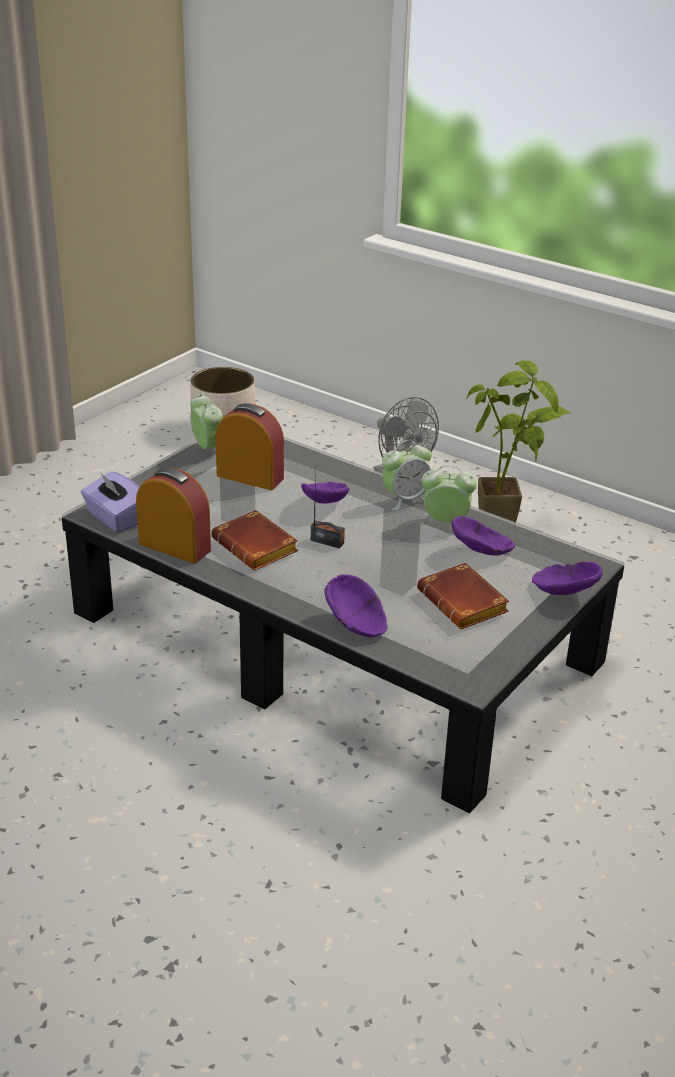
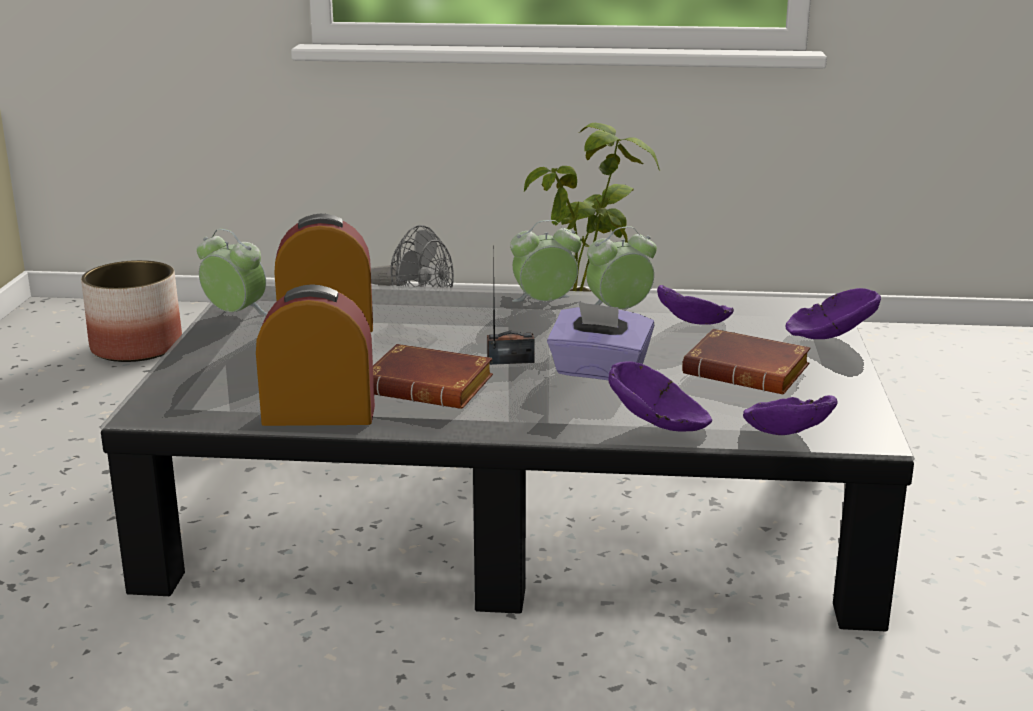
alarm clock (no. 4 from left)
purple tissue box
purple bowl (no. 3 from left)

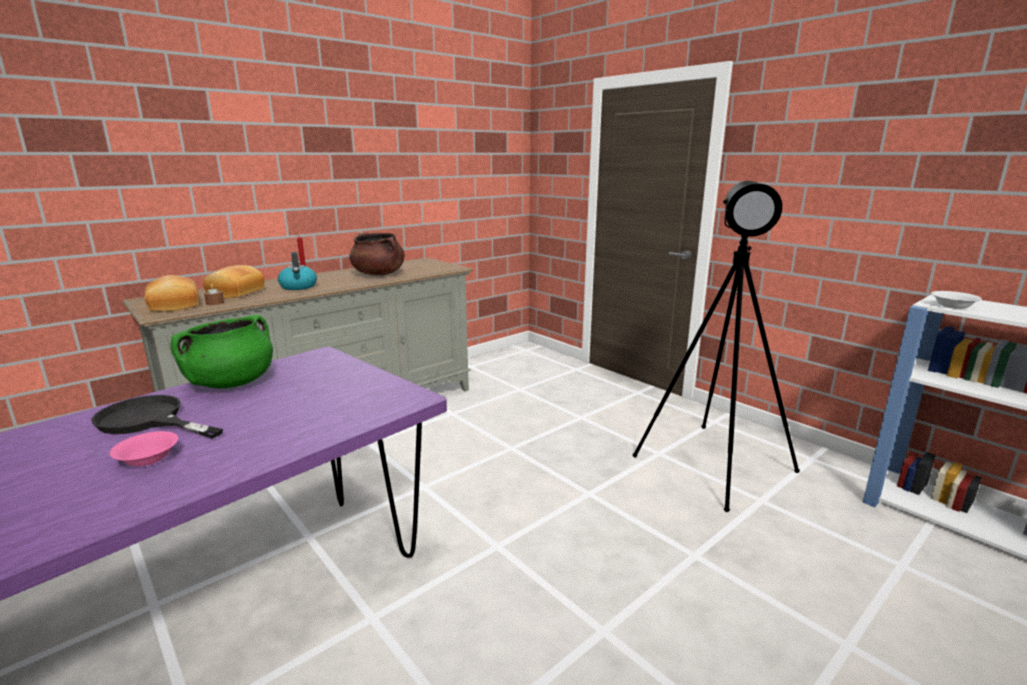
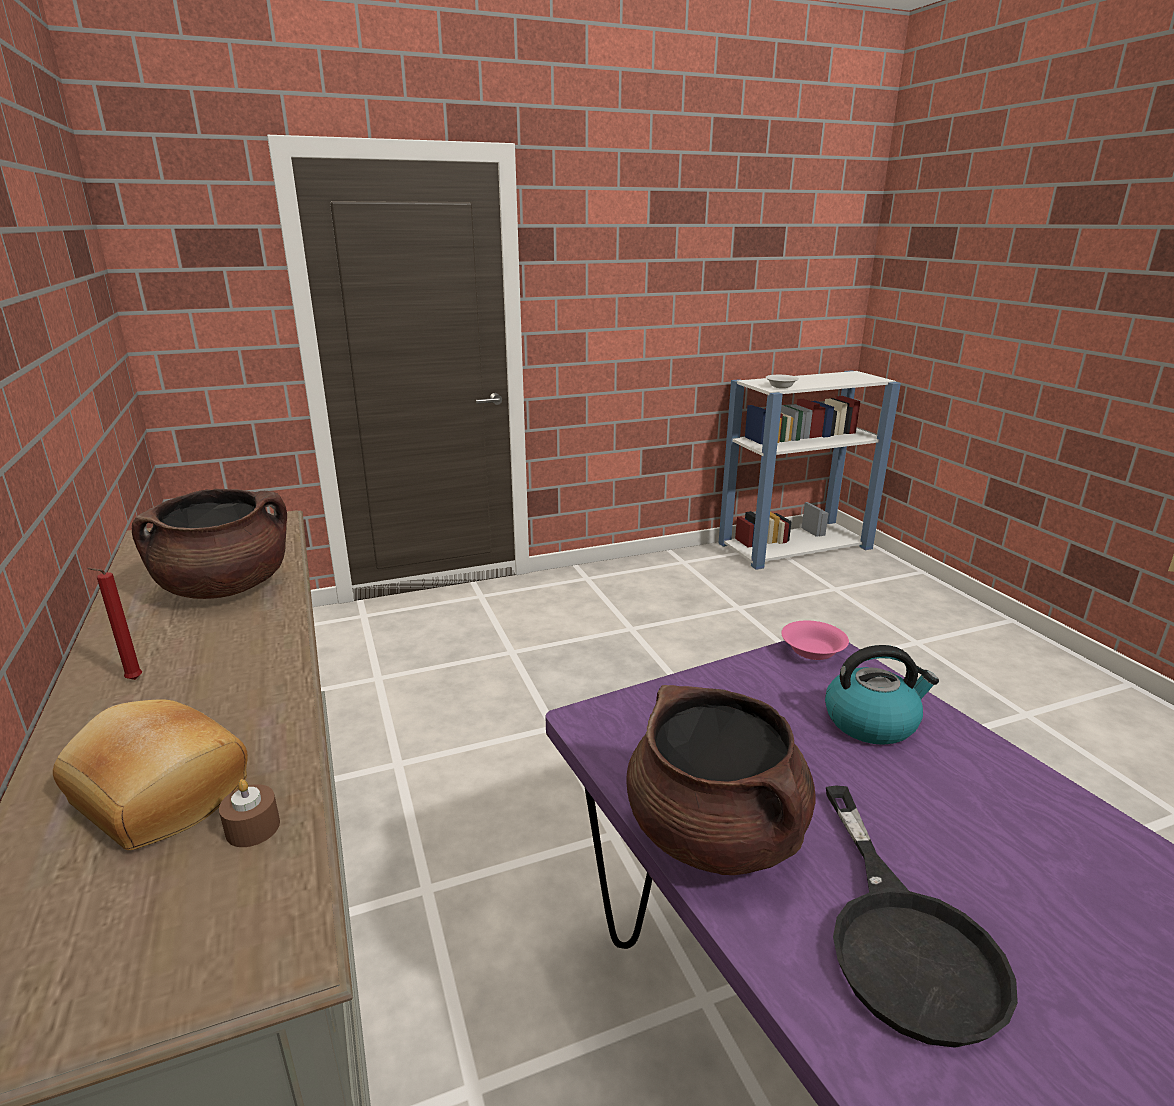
black floor lamp
kettle
bread (no. 1 from left in the first image)
brown cooking pot (no. 2 from left)
black frying pan
pink bowl

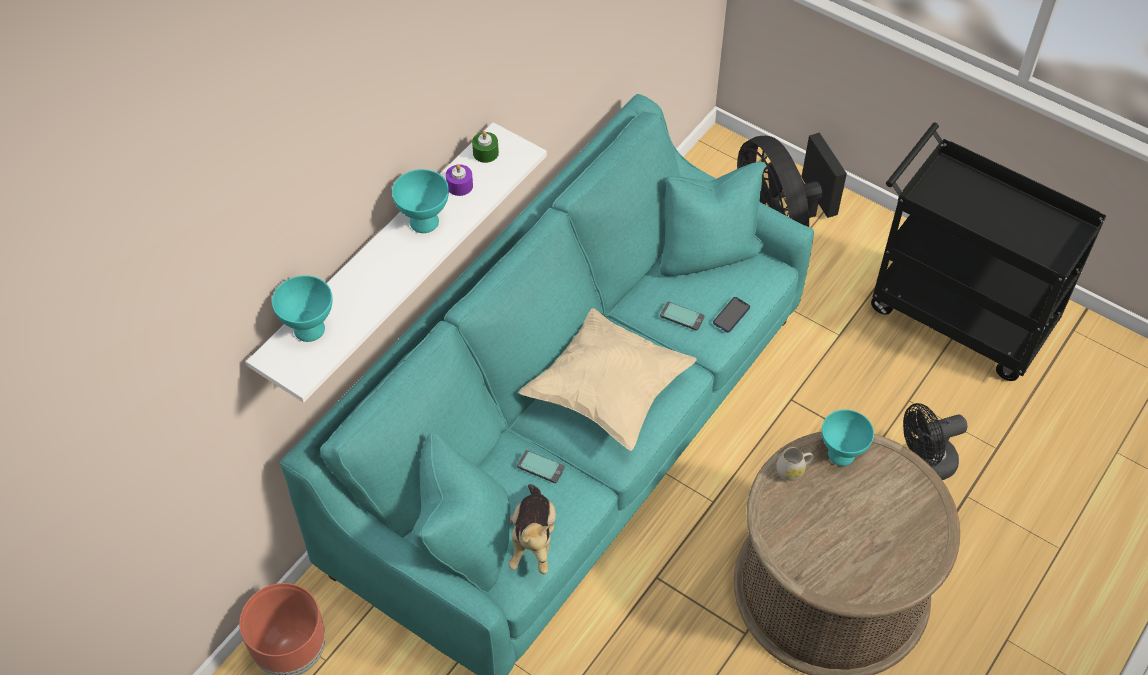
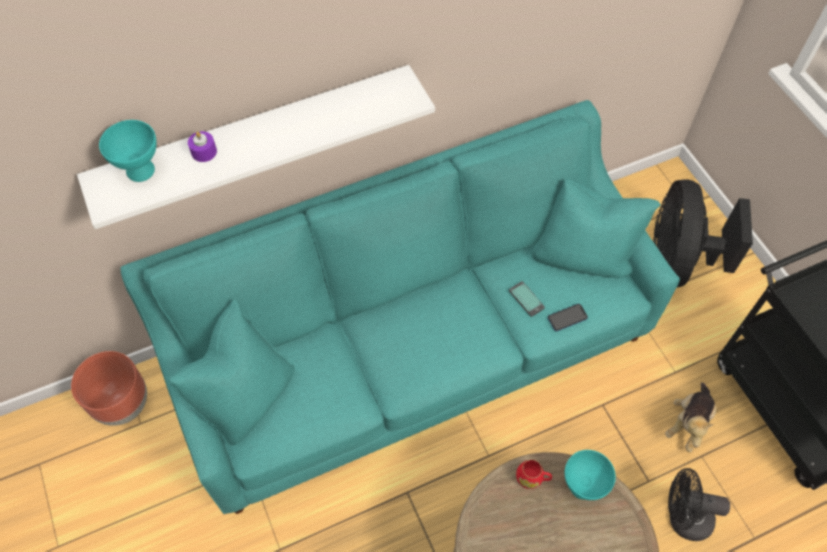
green candle
purple candle
turquoise bowl (no. 2 from left in the first image)
beige pillow
red mug
phone (no. 1 from left in the first image)
plush toy

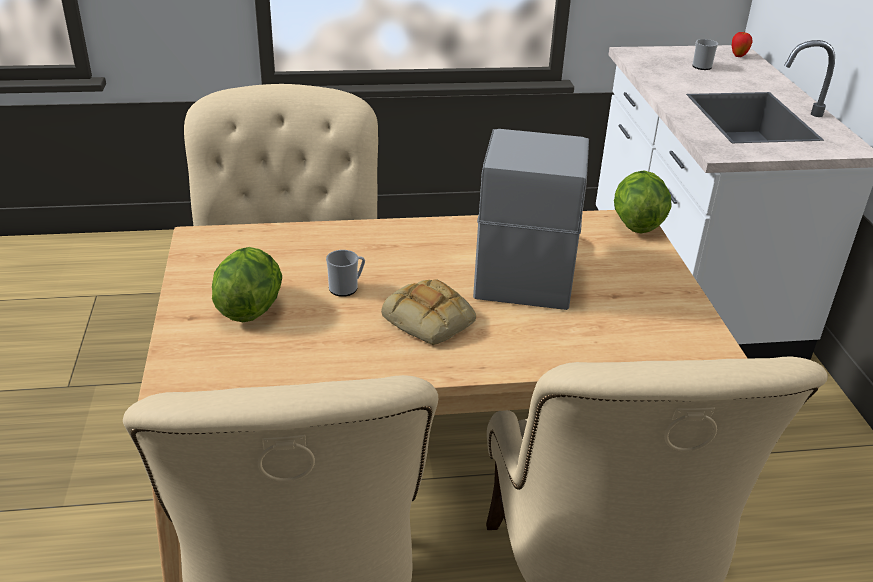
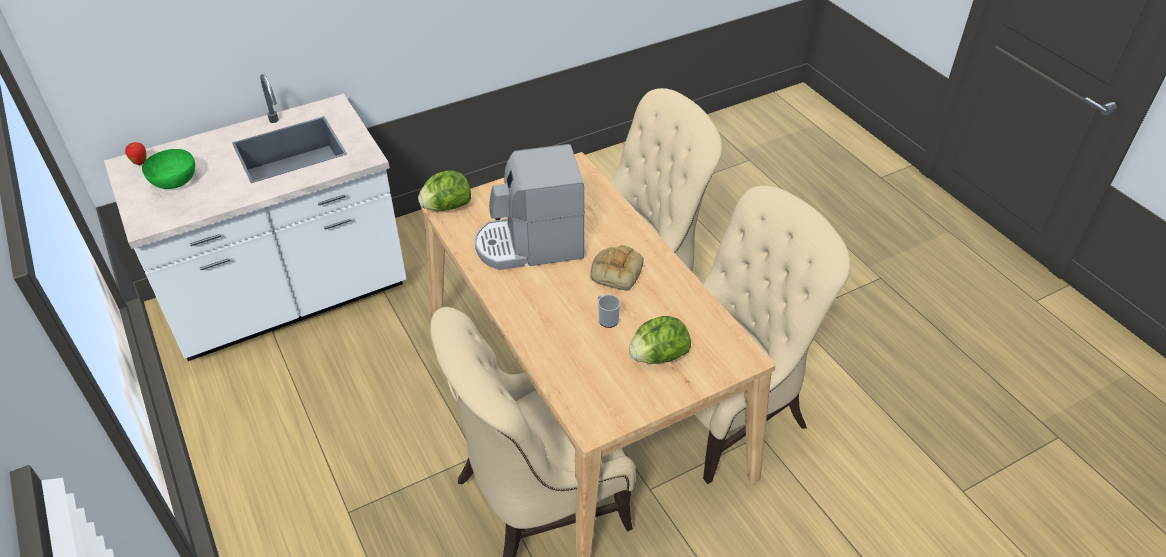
green bowl

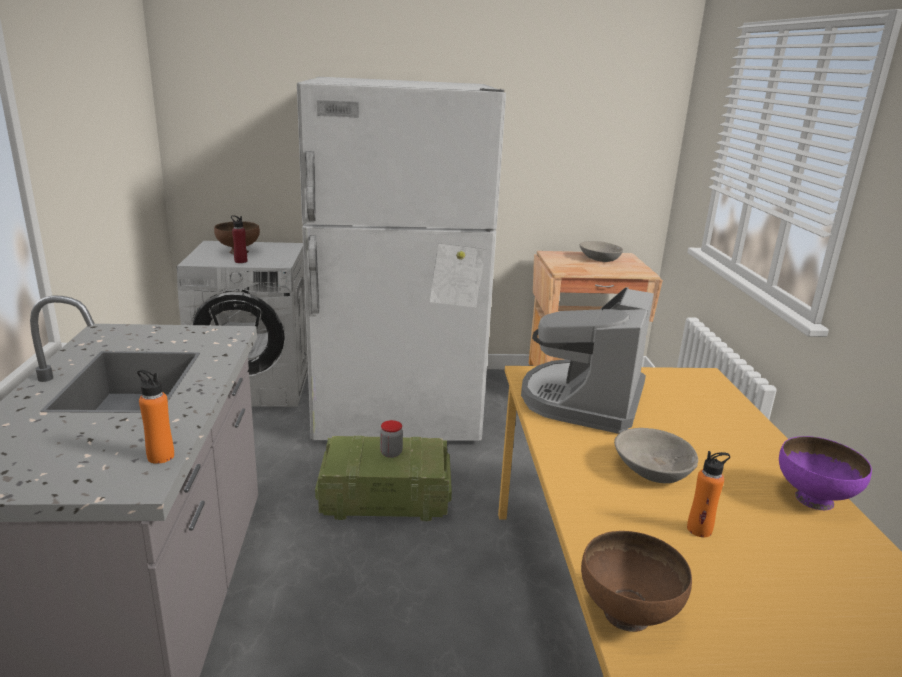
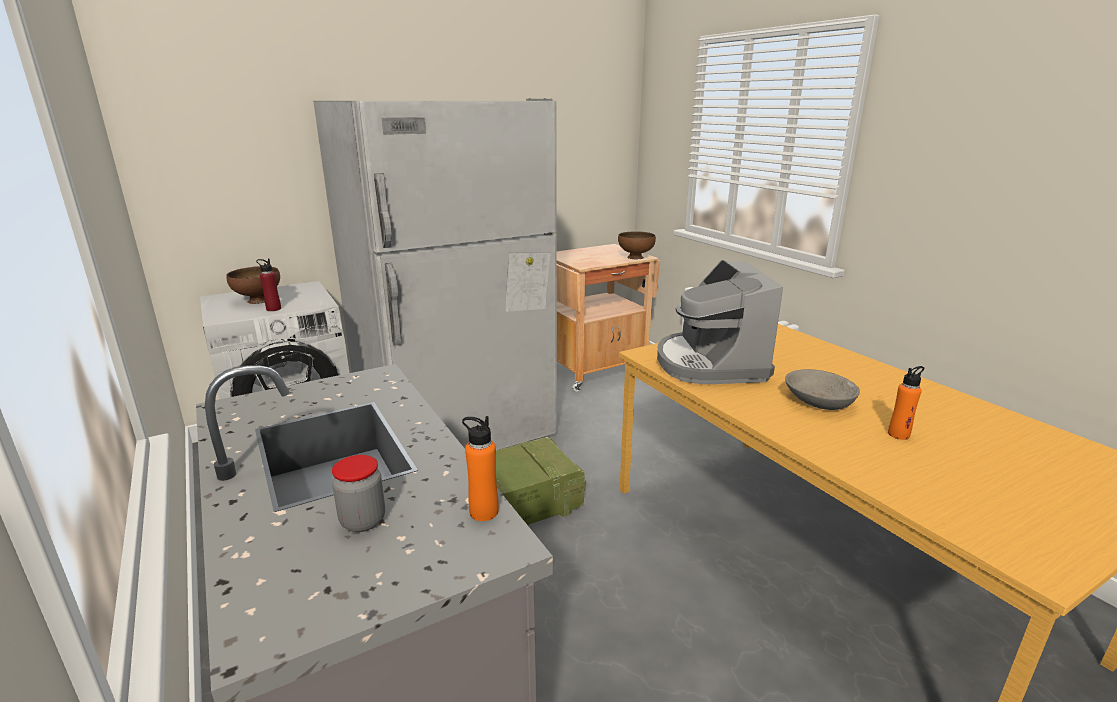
grey bowl (no. 1 from left in the first image)
jar
purple bowl
brown bowl (no. 2 from left)

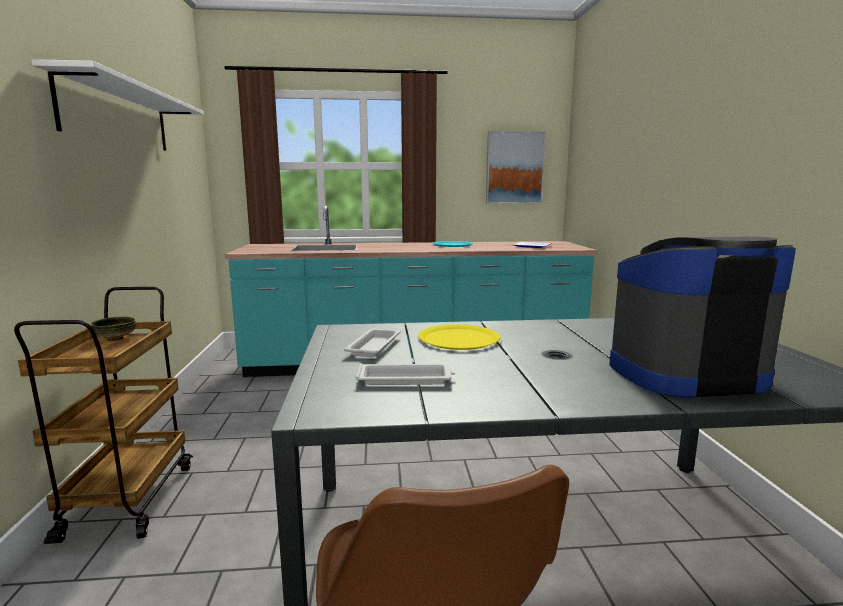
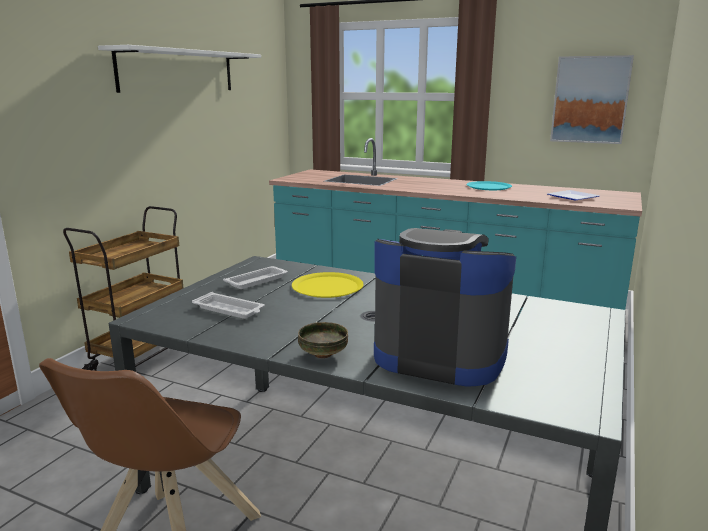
bowl

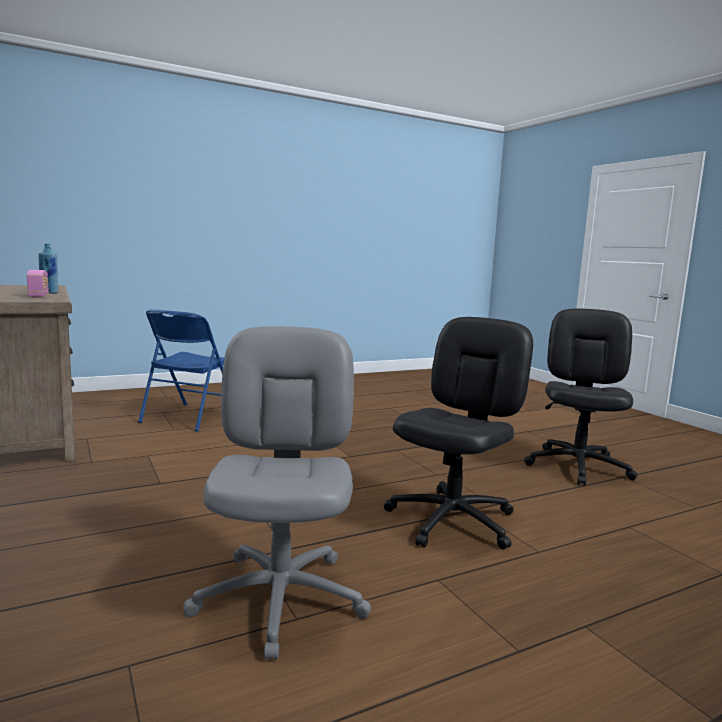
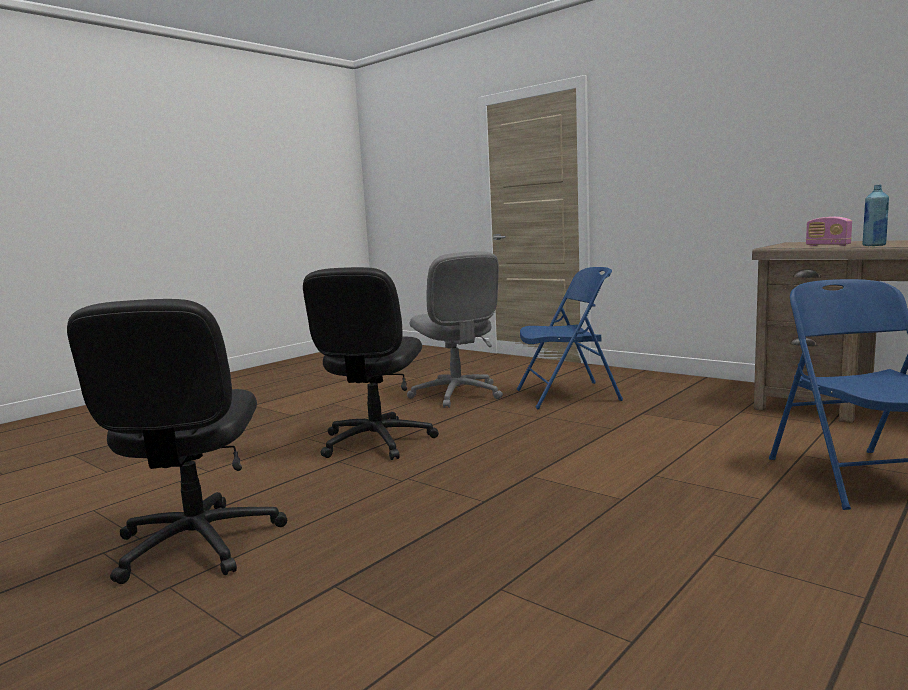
blue chair (no. 1 from left)

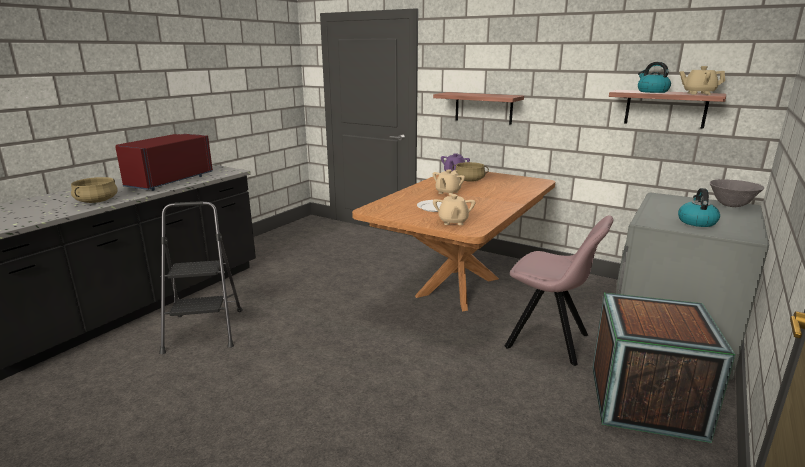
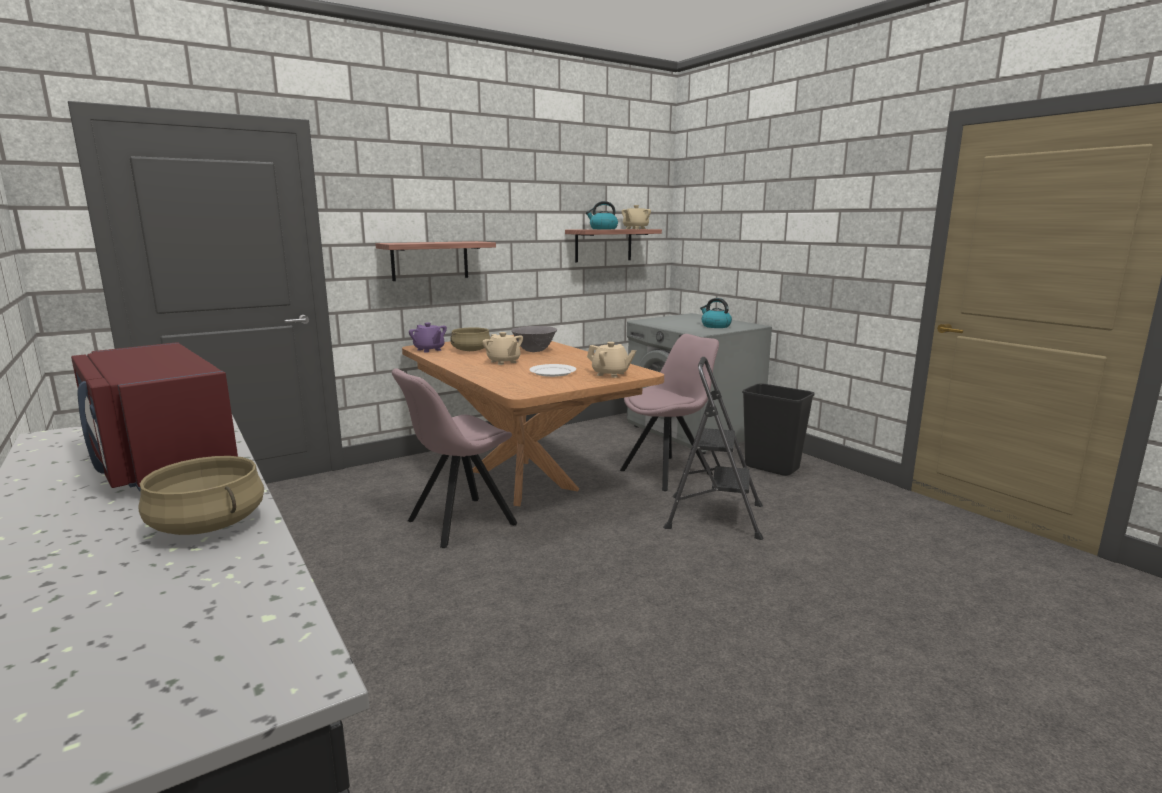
grey bowl
black step ladder
black trash can
pink chair (no. 1 from left)

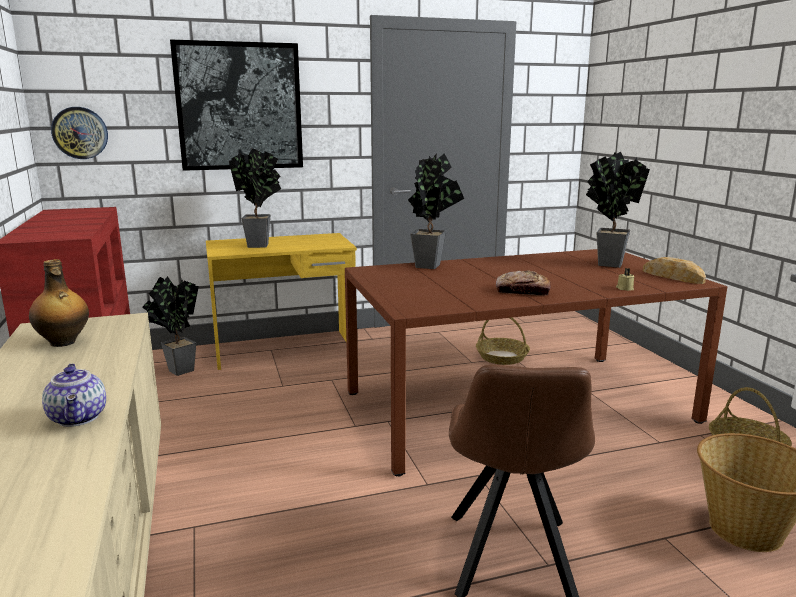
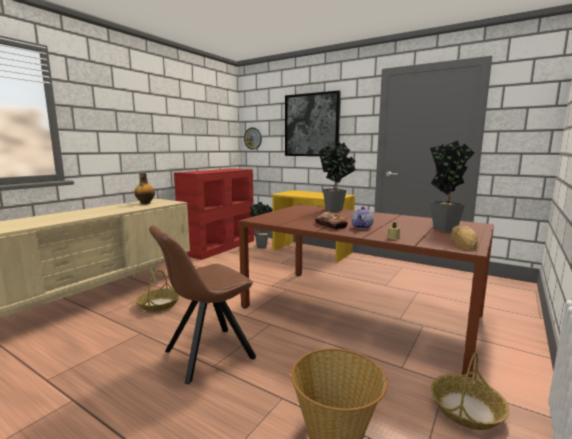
potted plant (no. 2 from left in the first image)
basket (no. 1 from left)
teapot

